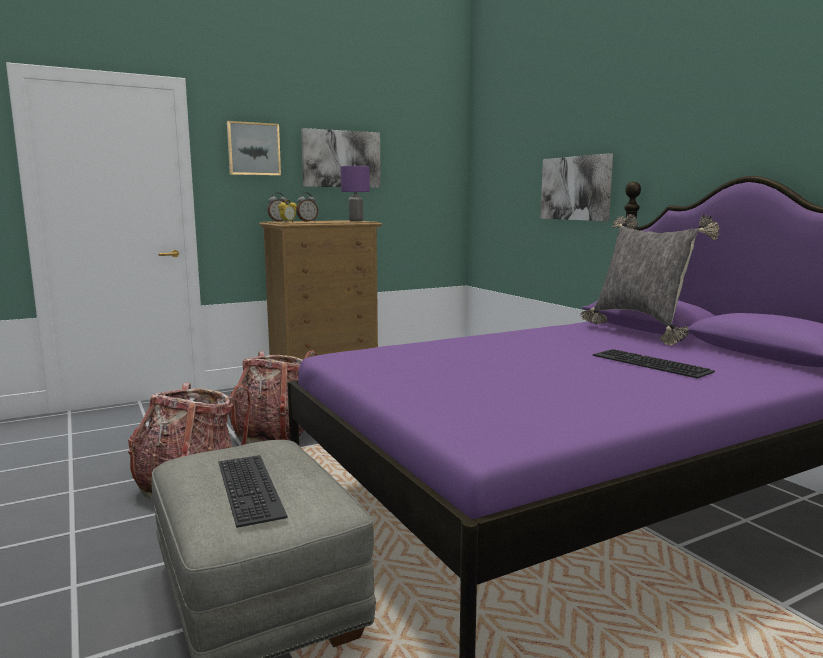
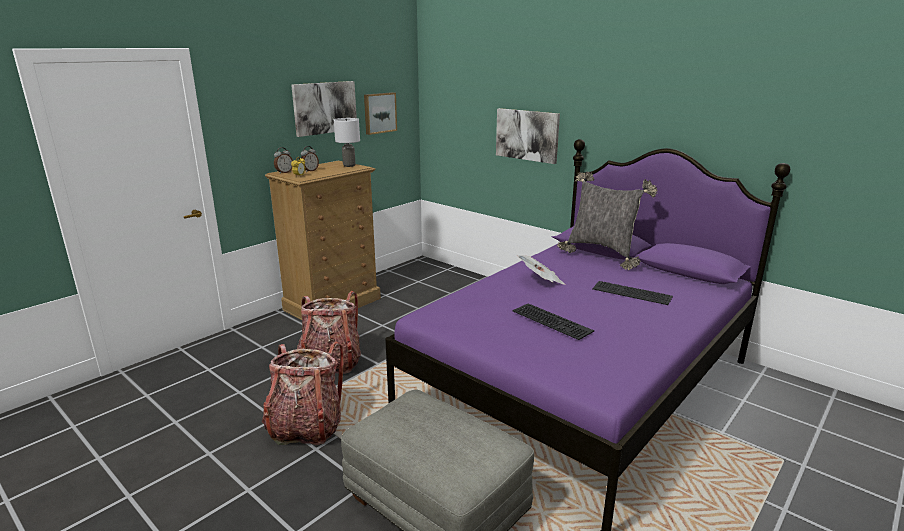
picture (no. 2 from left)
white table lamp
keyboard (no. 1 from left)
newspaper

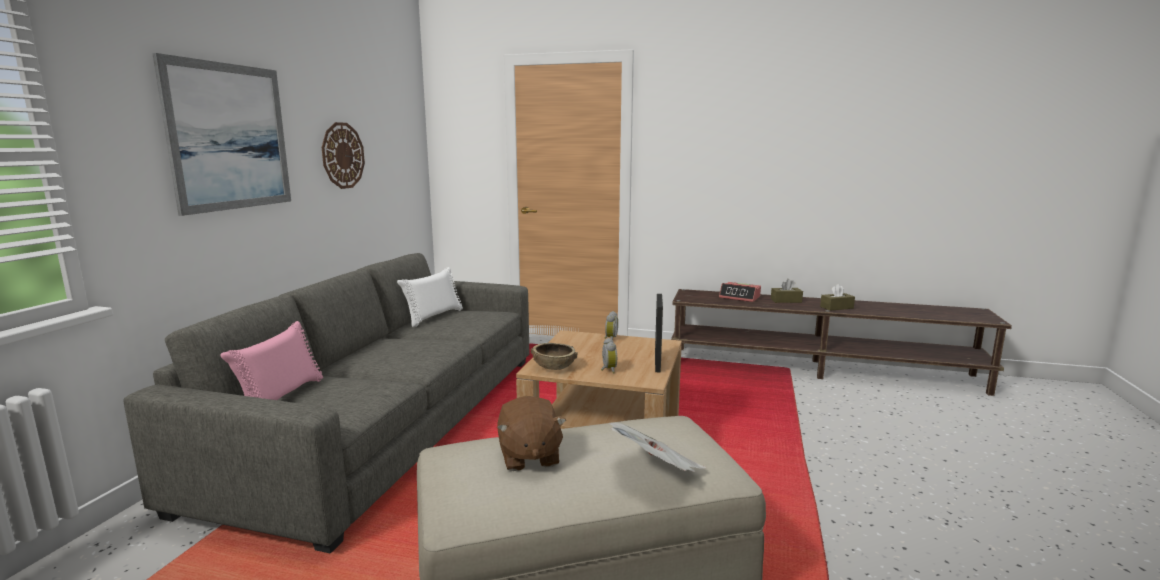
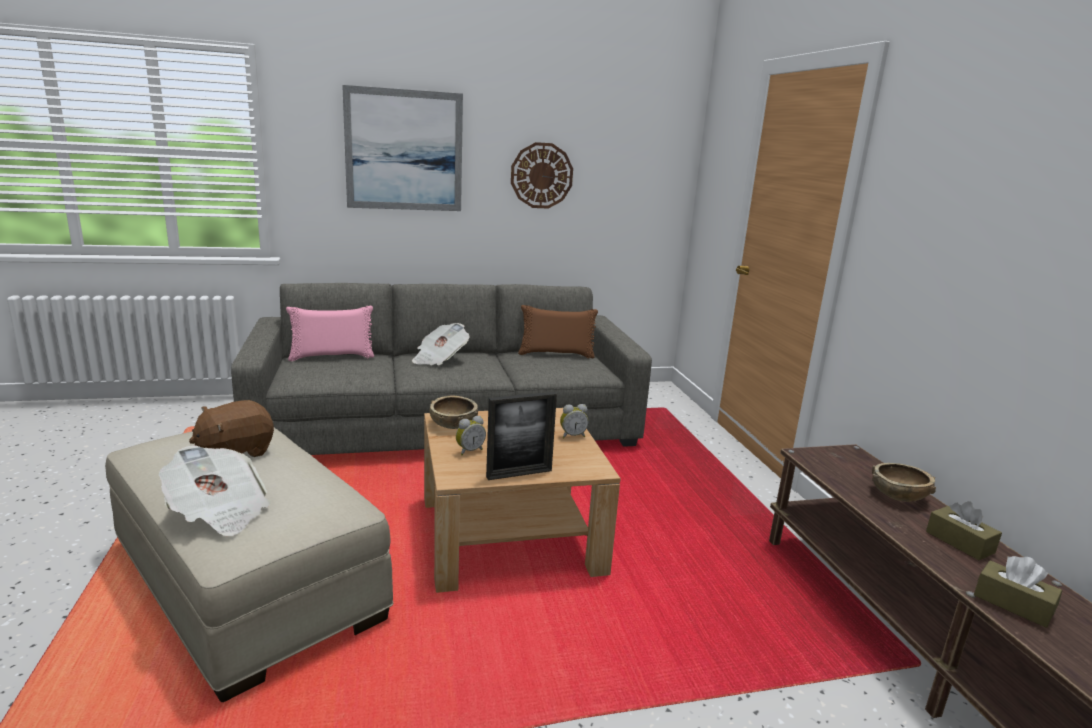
brown pillow
brown bowl (no. 2 from left)
newspaper (no. 2 from left)

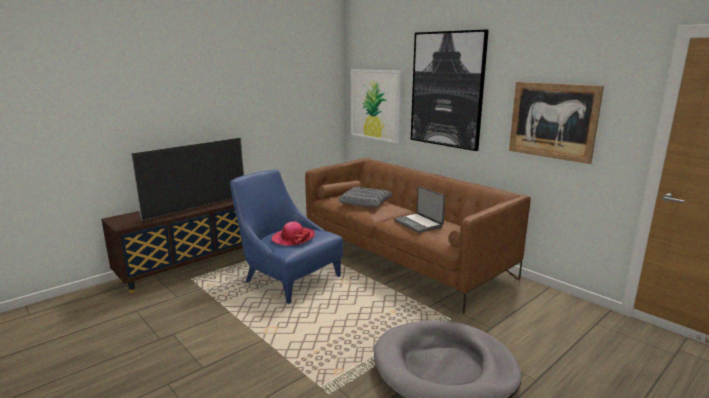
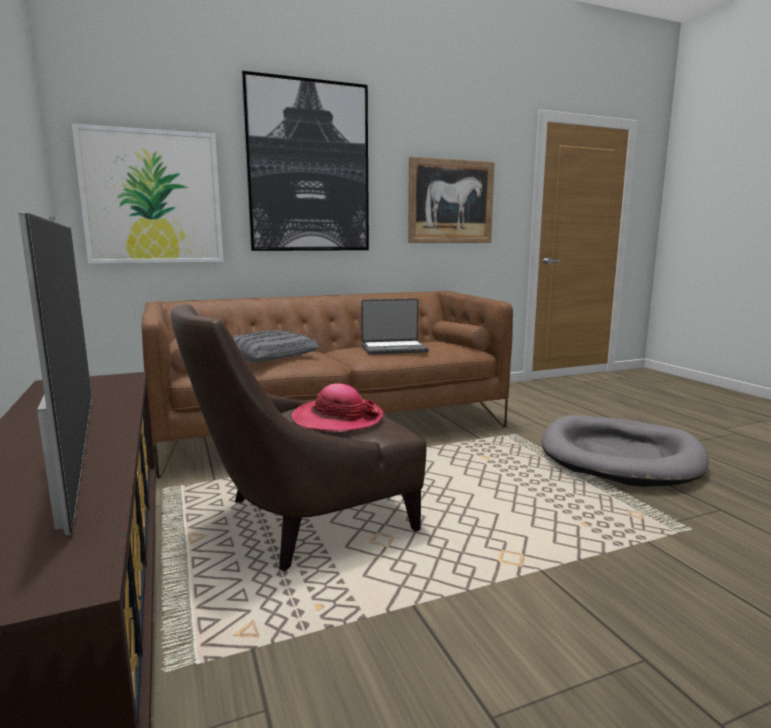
brown armchair

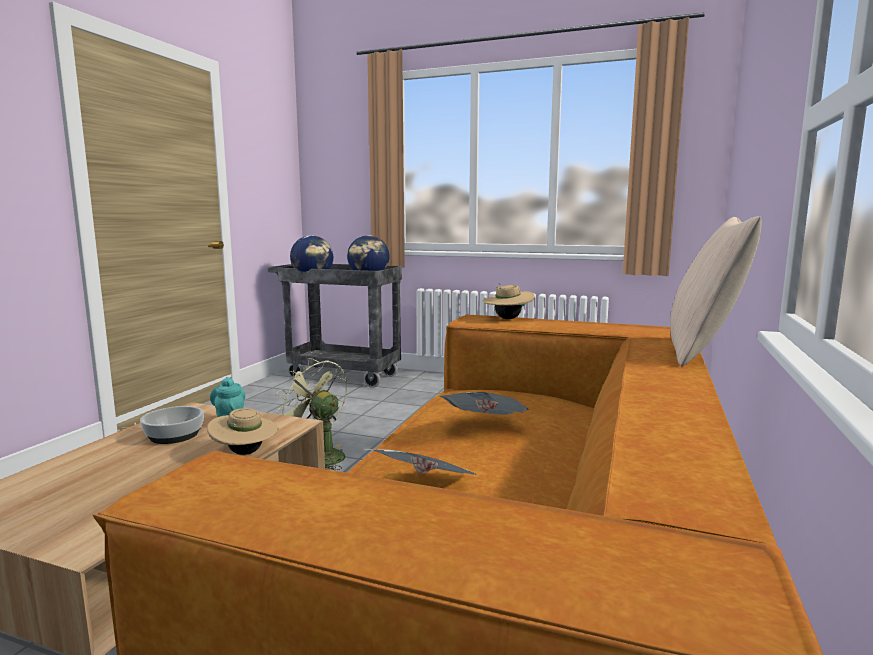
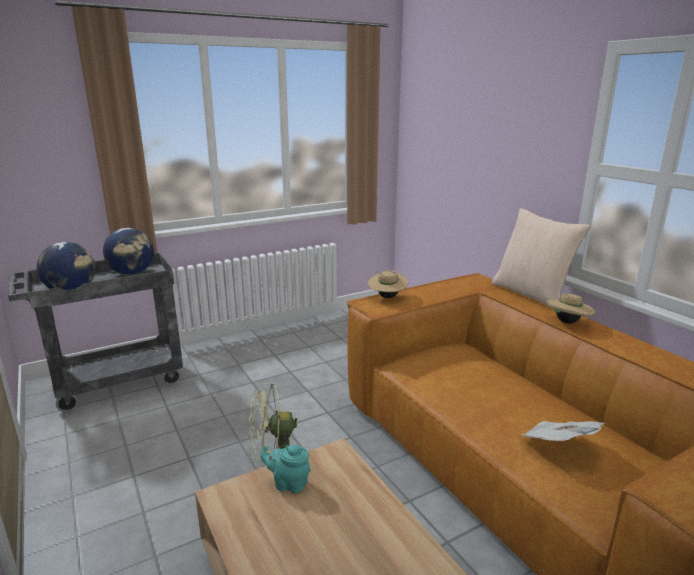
newspaper (no. 2 from left in the first image)
bowl
beige hat (no. 2 from left)

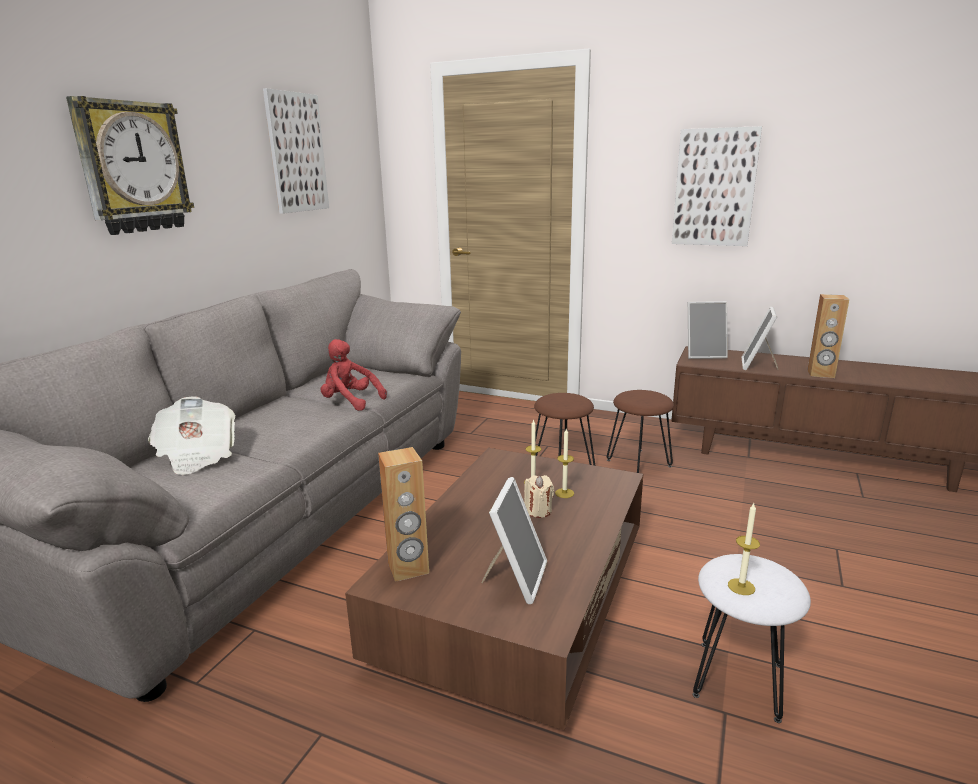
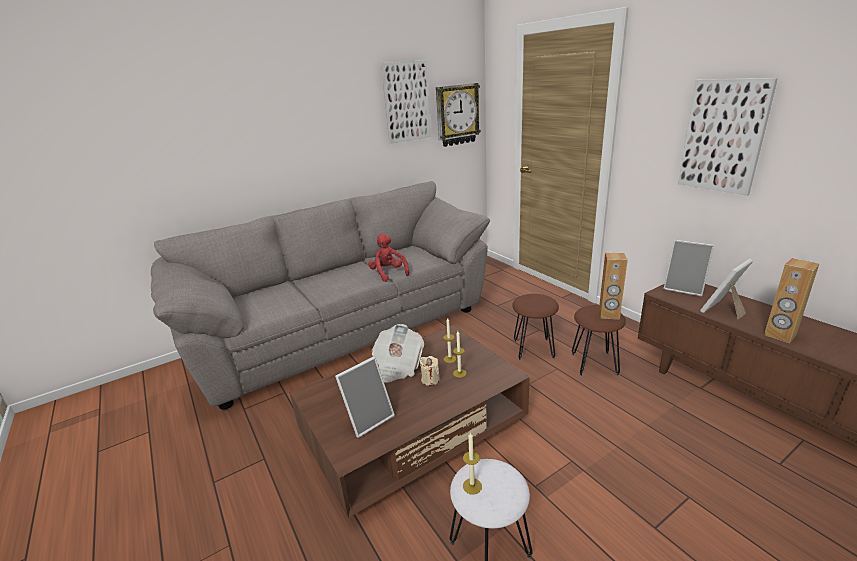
wall clock
newspaper
brown speaker (no. 1 from left)

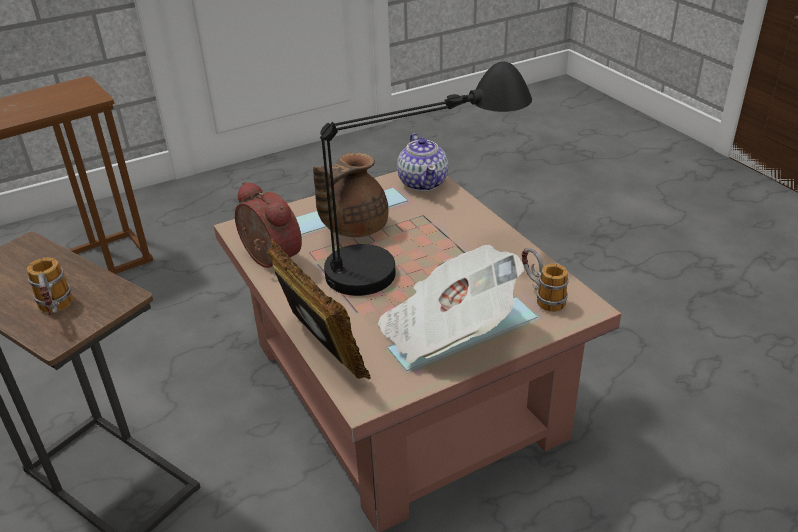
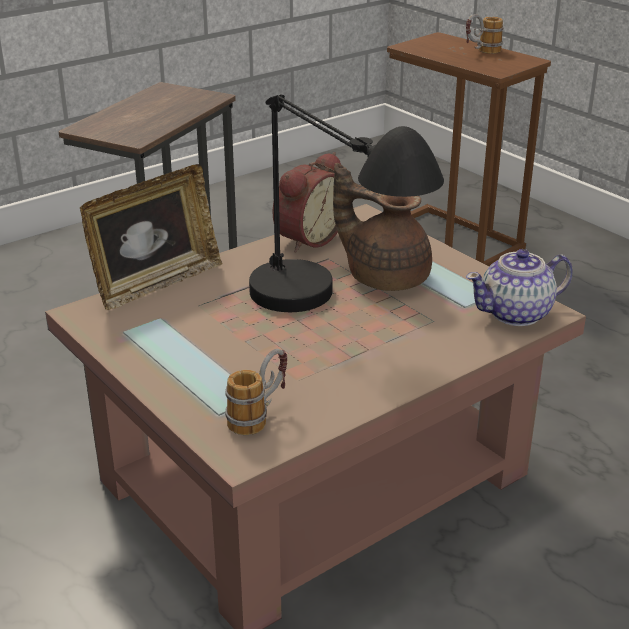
newspaper
mug (no. 2 from left)

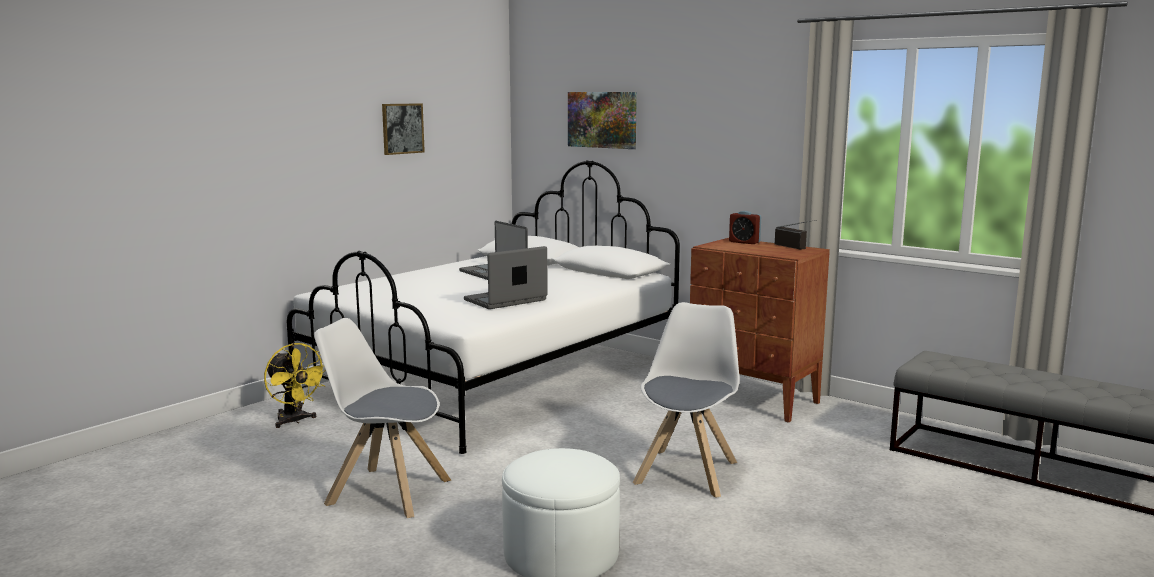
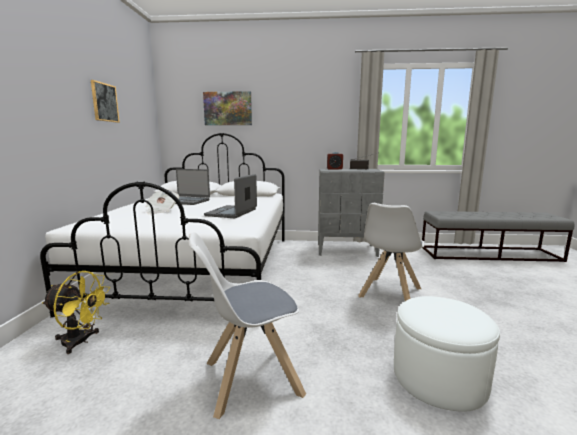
grey dresser
chair (no. 2 from left)
newspaper

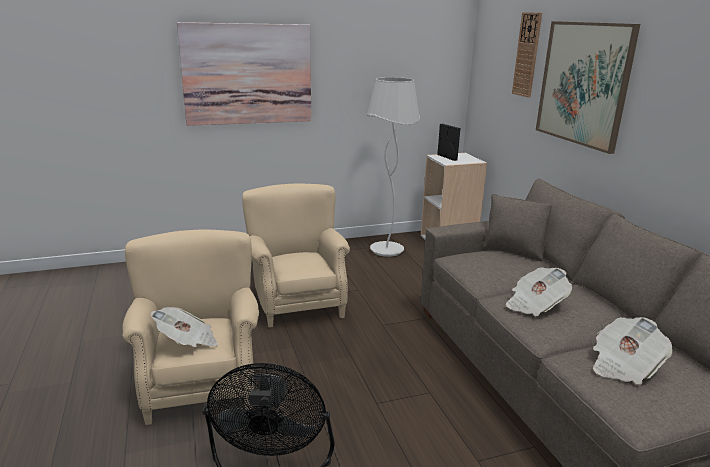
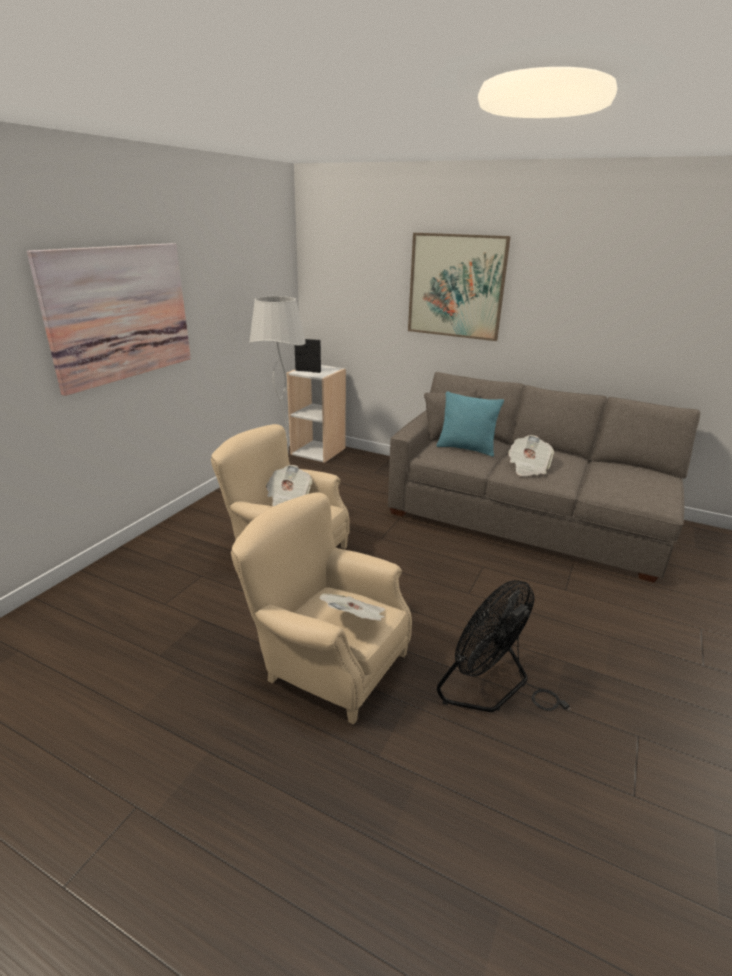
wall clock
newspaper (no. 1 from left)
turquoise pillow

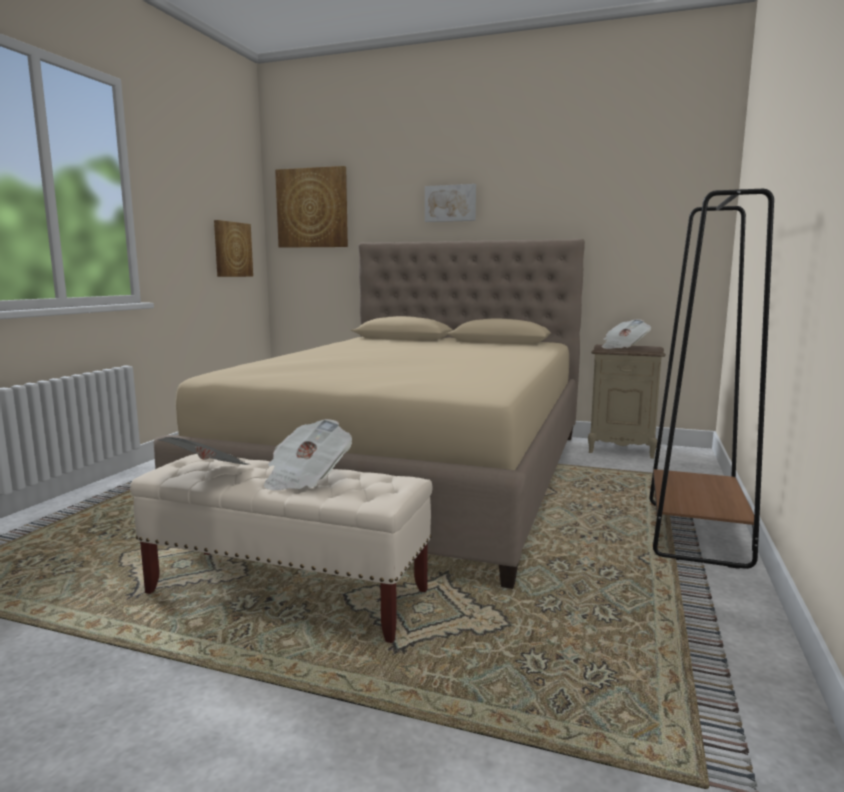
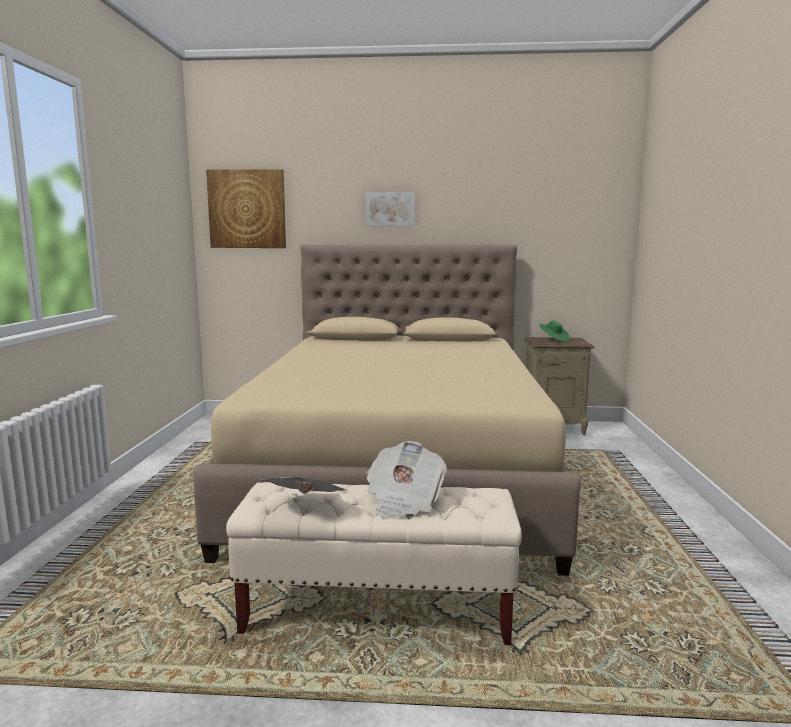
clothes rack
picture (no. 1 from left in the first image)
green hat

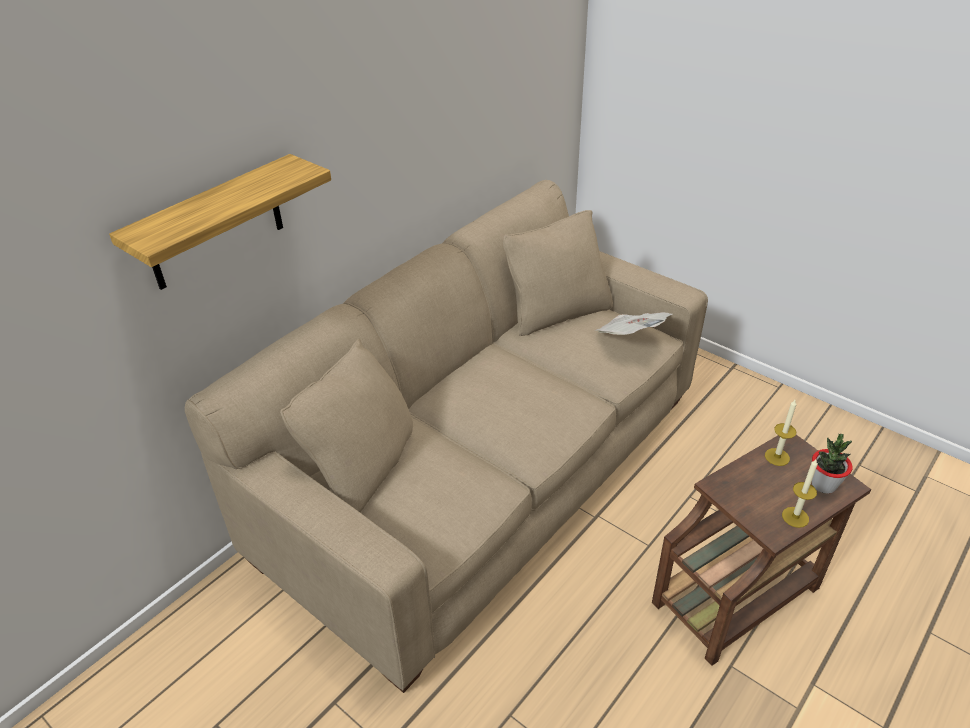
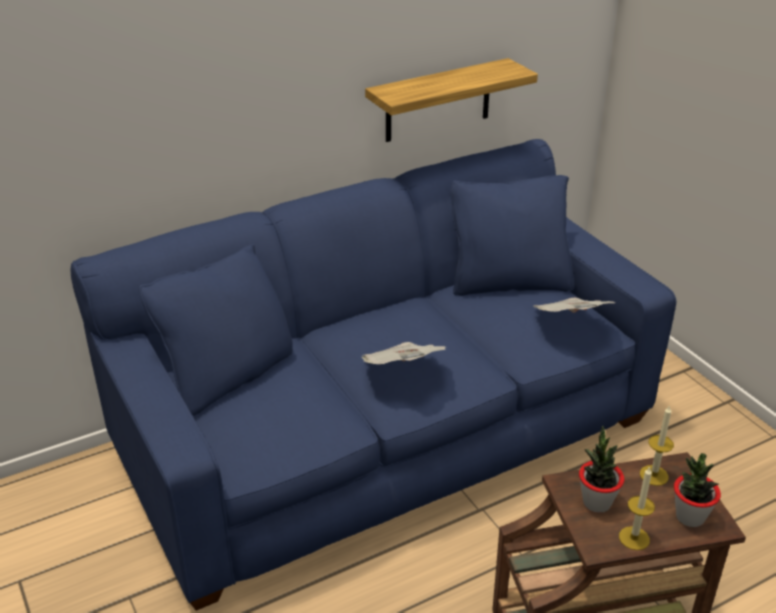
shelf
blue sofa
newspaper (no. 1 from left)
potted plant (no. 1 from left)

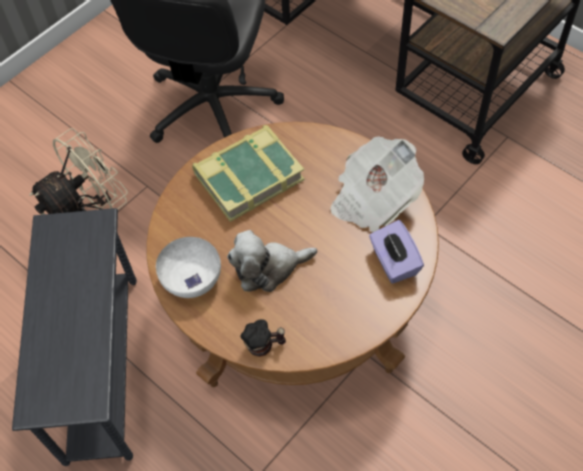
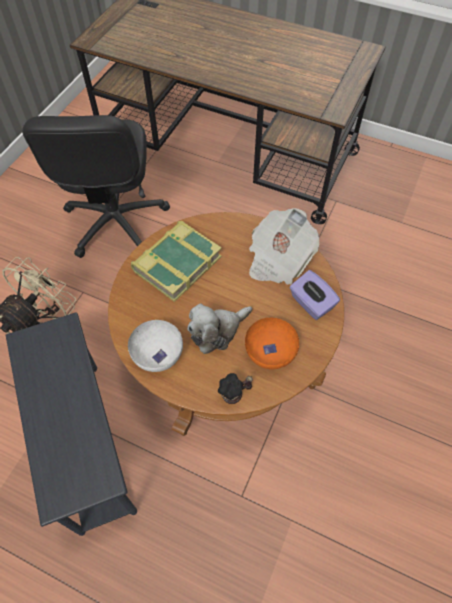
orange bowl

